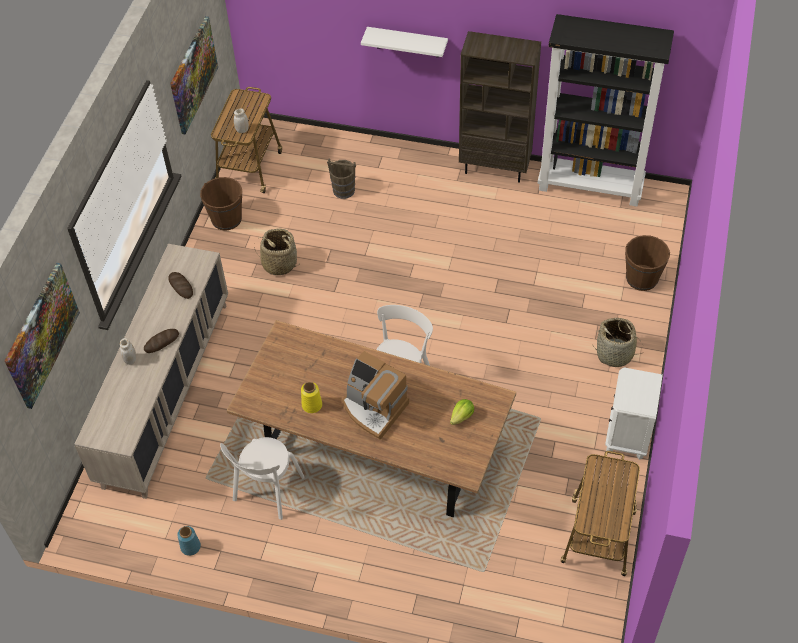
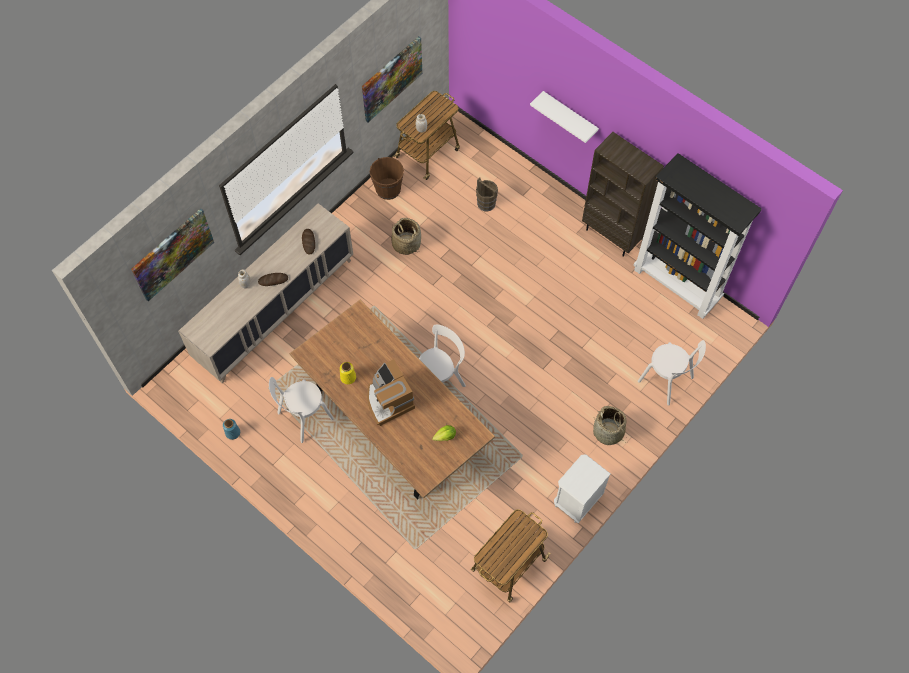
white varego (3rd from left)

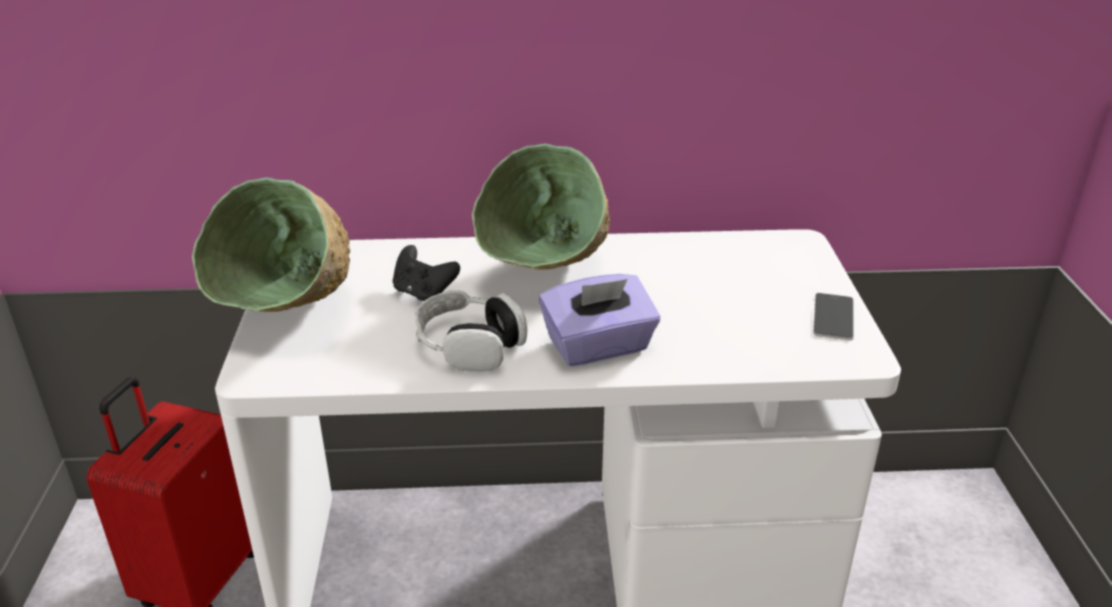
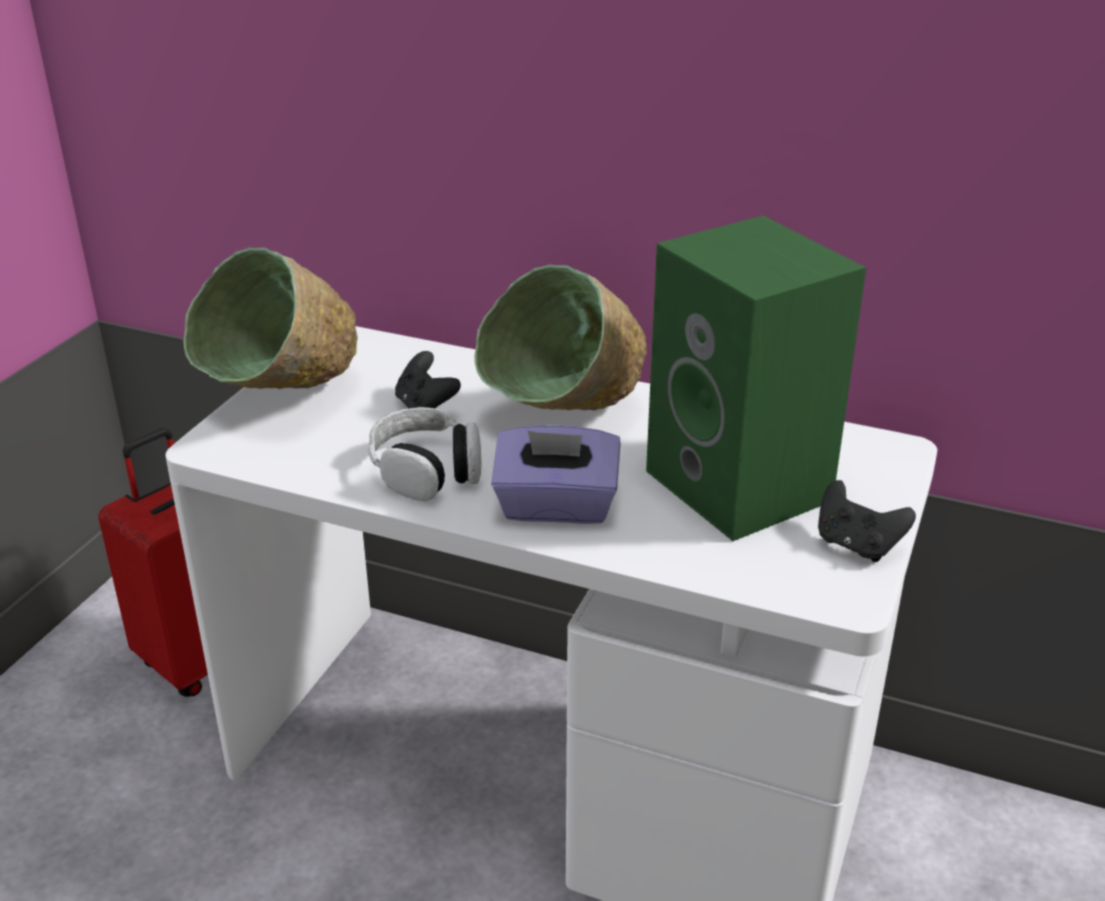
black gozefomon (2nd from left); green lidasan

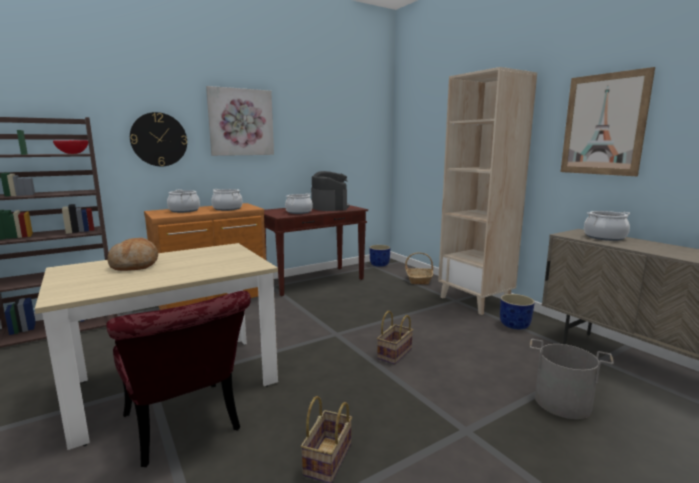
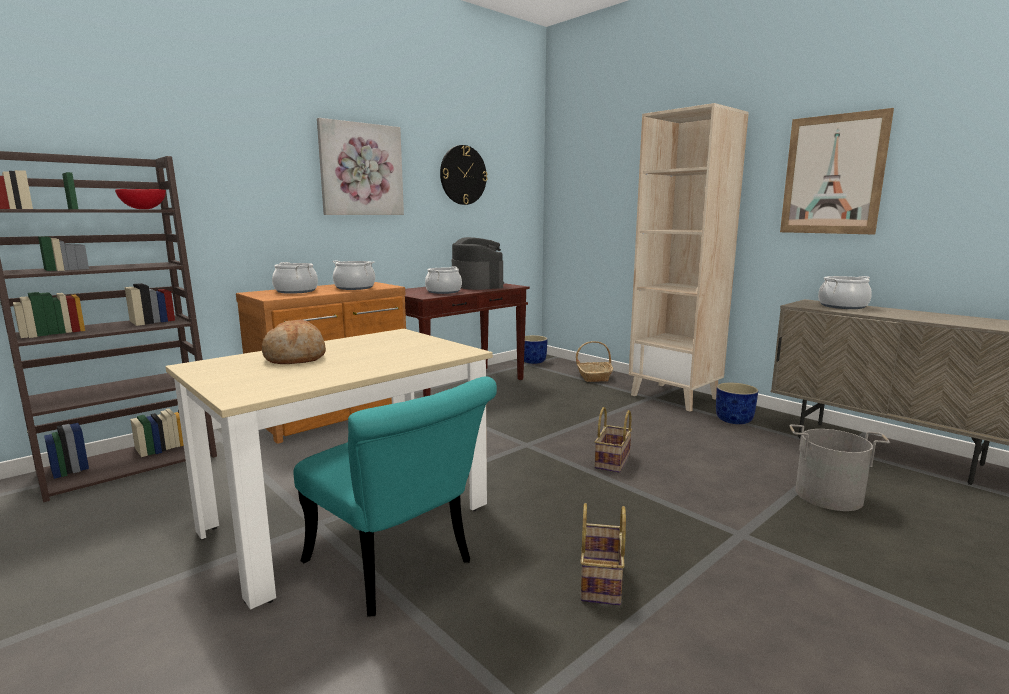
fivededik; turquoise varego

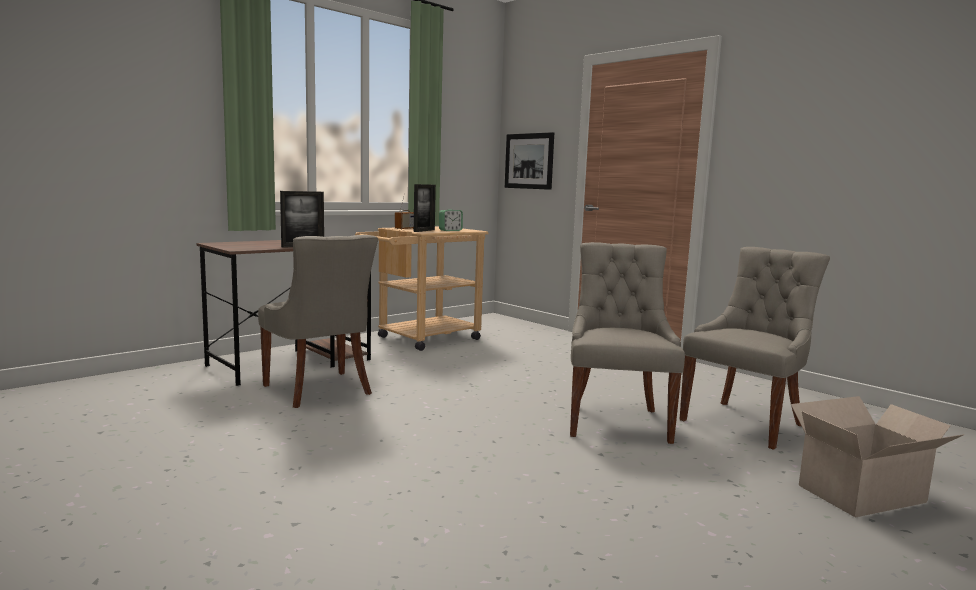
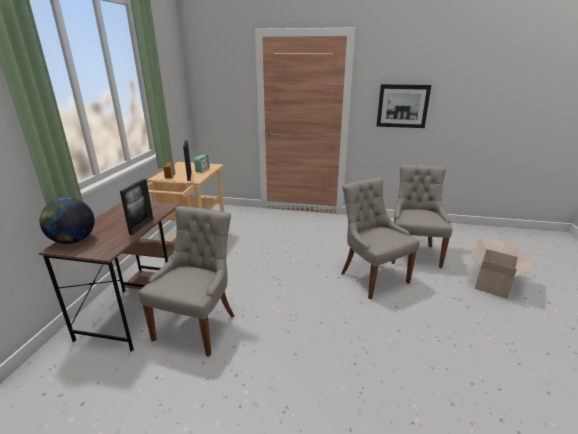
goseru; grey varego (1st from left); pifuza

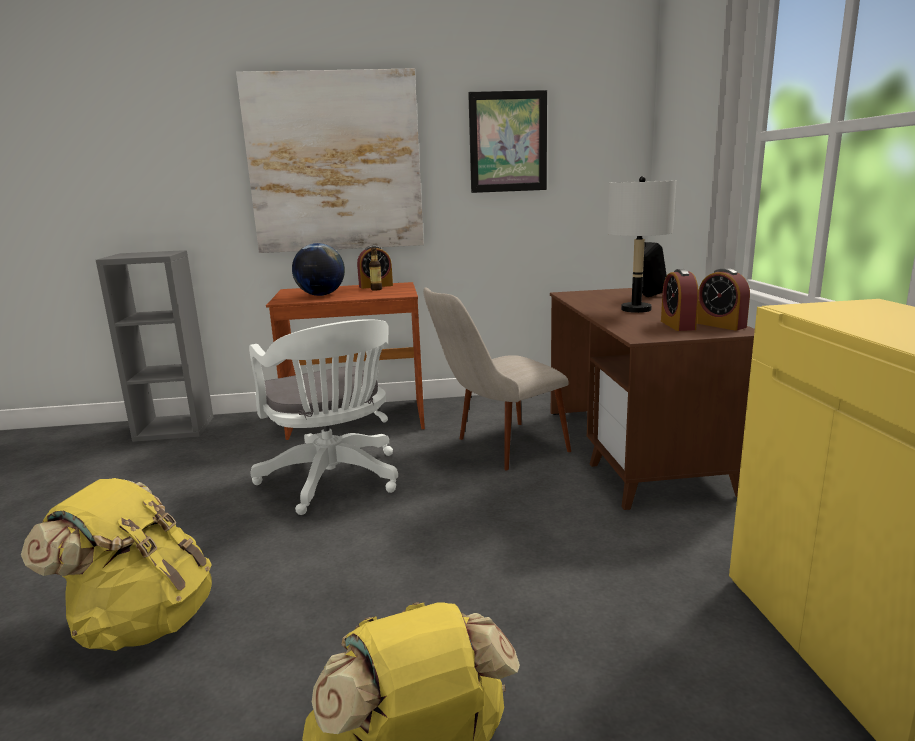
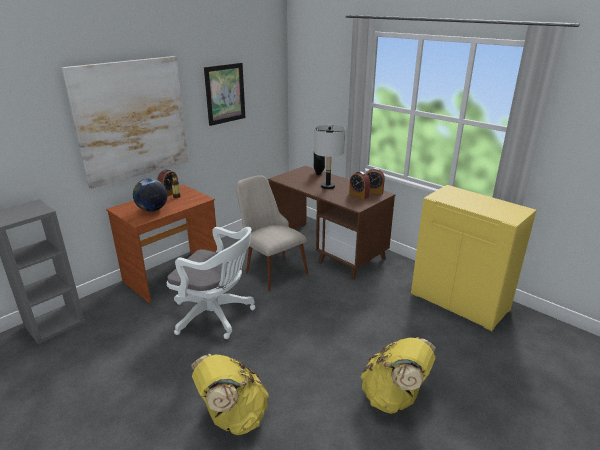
beige varego

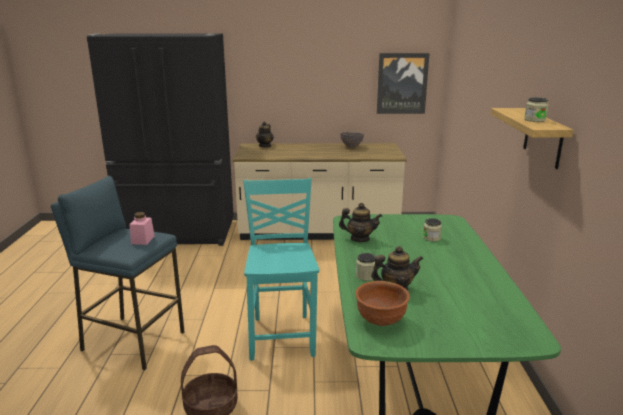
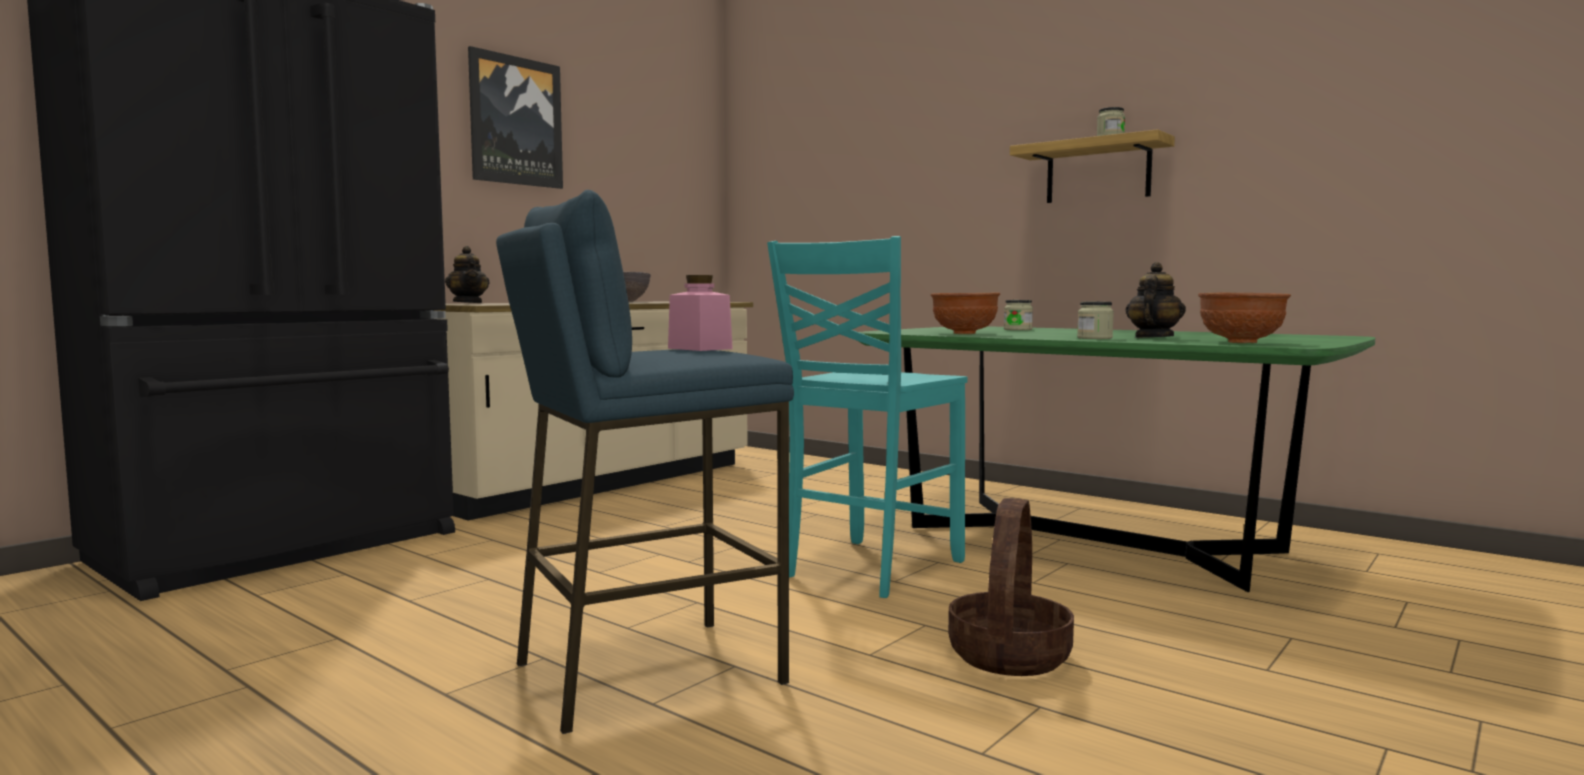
goseru; turquoise varego; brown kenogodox (2nd from left)

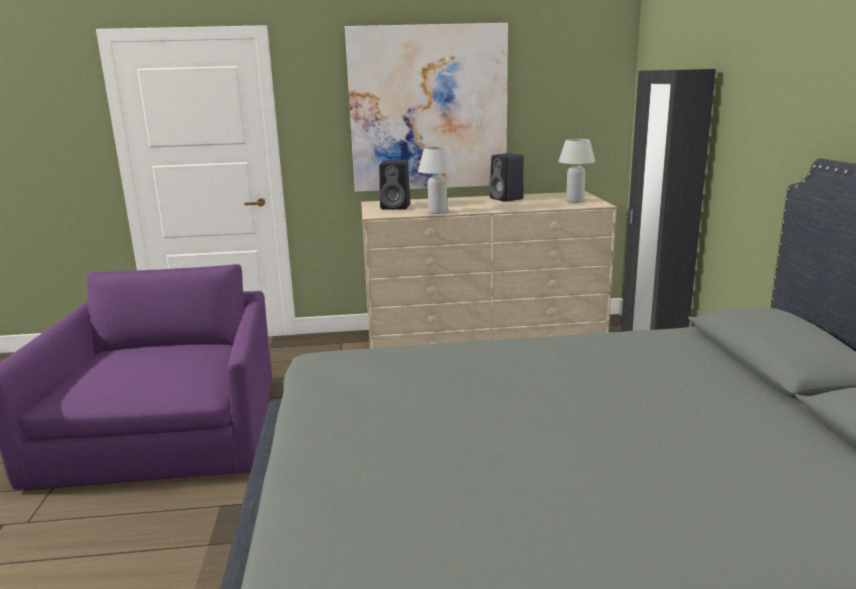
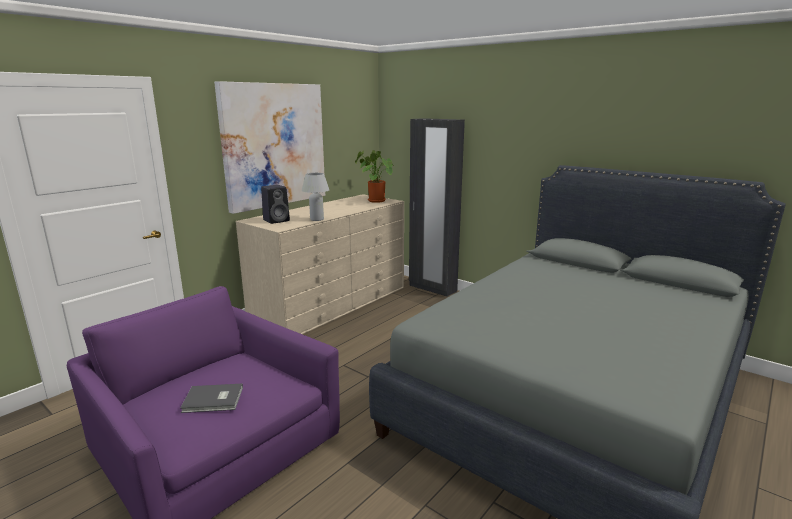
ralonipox; black lidasan (2nd from left in the first image); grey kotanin

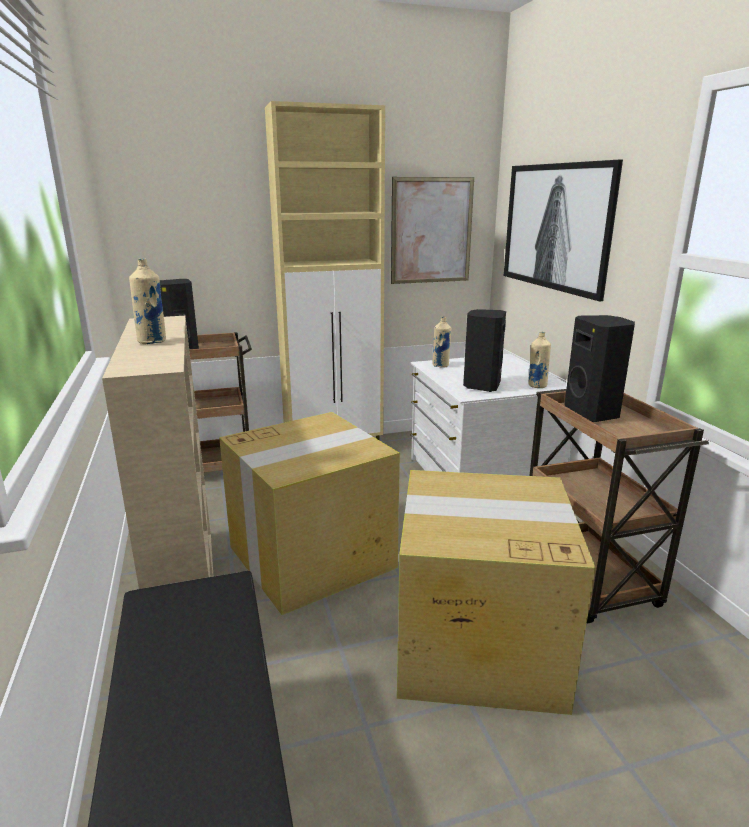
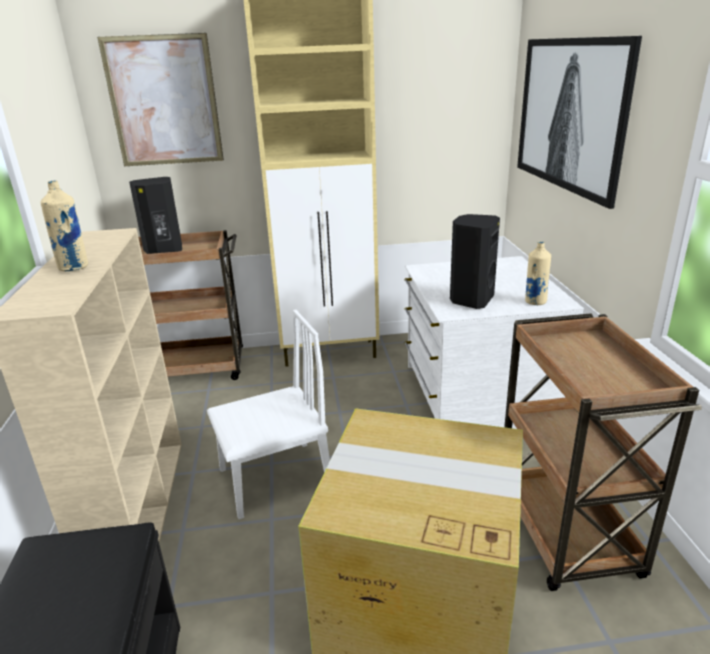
goseru (1st from left); black lidasan (3rd from left in the first image); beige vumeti (2nd from left in the first image); white varego

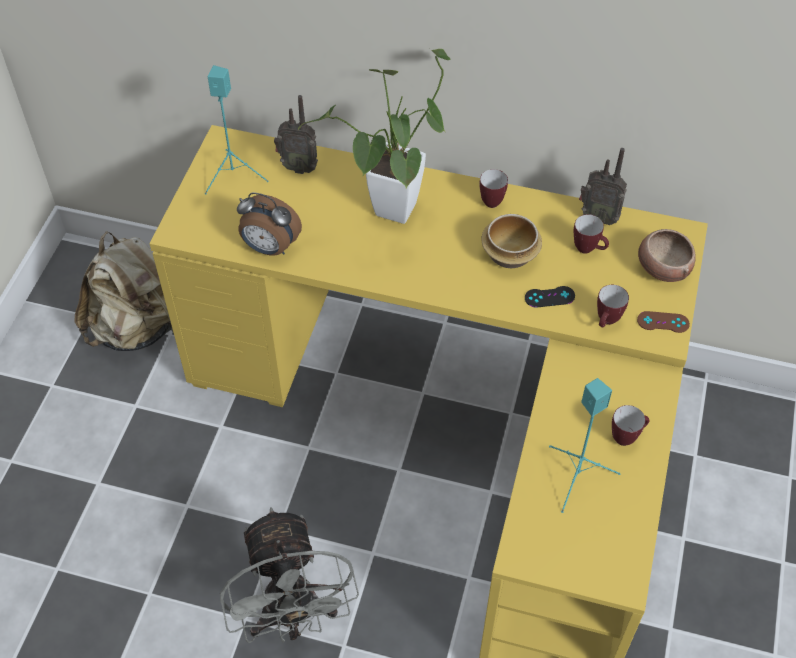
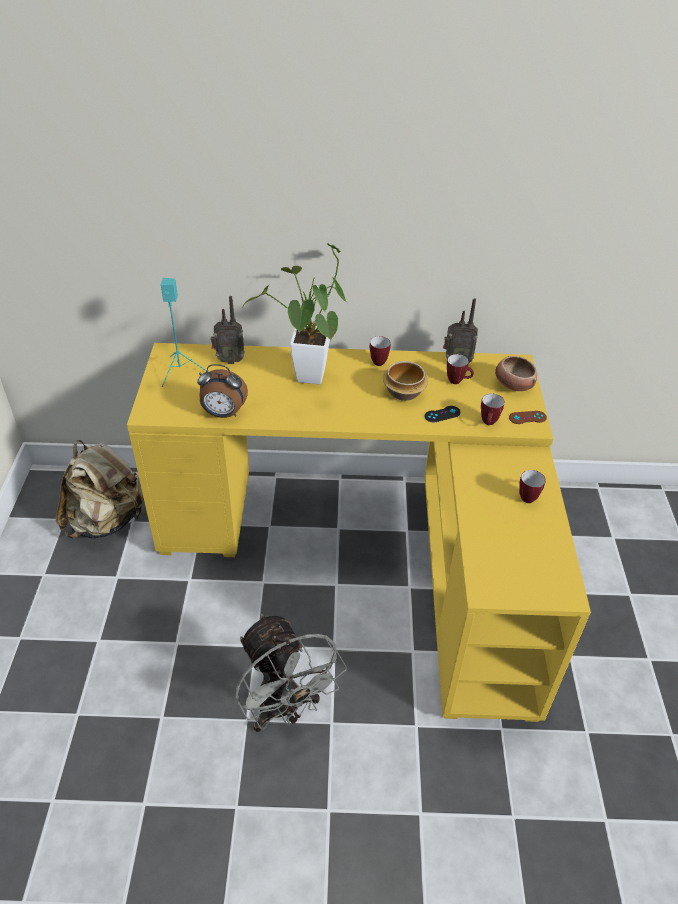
turquoise lidasan (2nd from left in the first image)

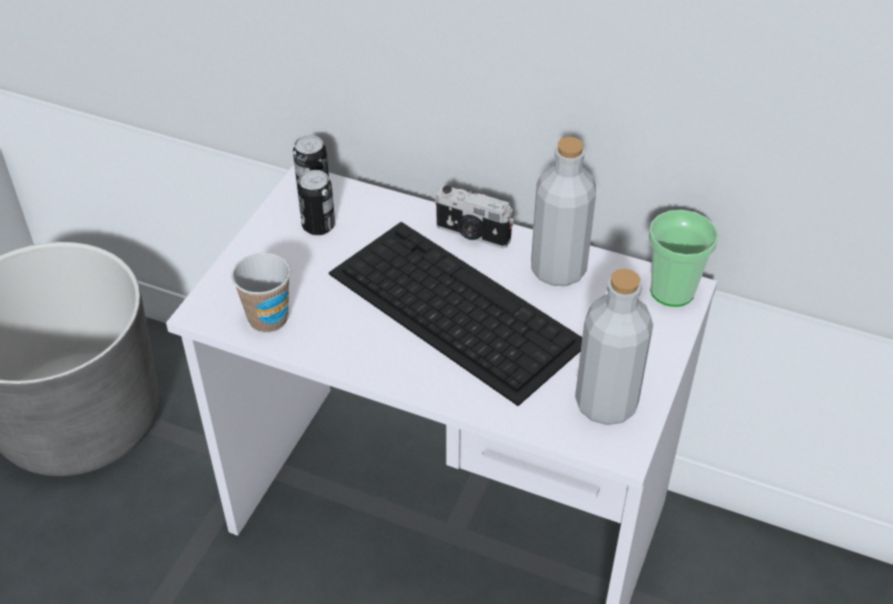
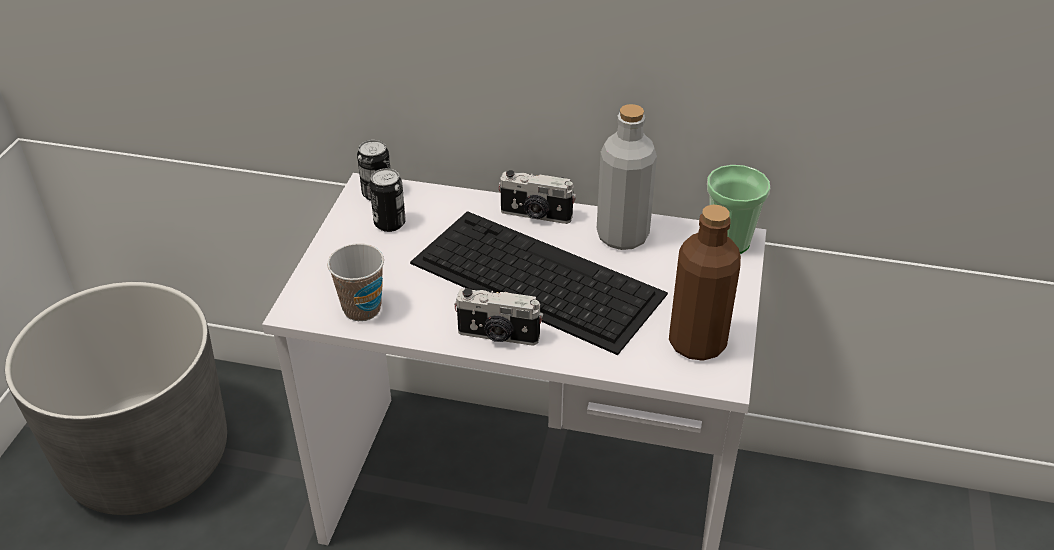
brown vumeti; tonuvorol (1st from left)

